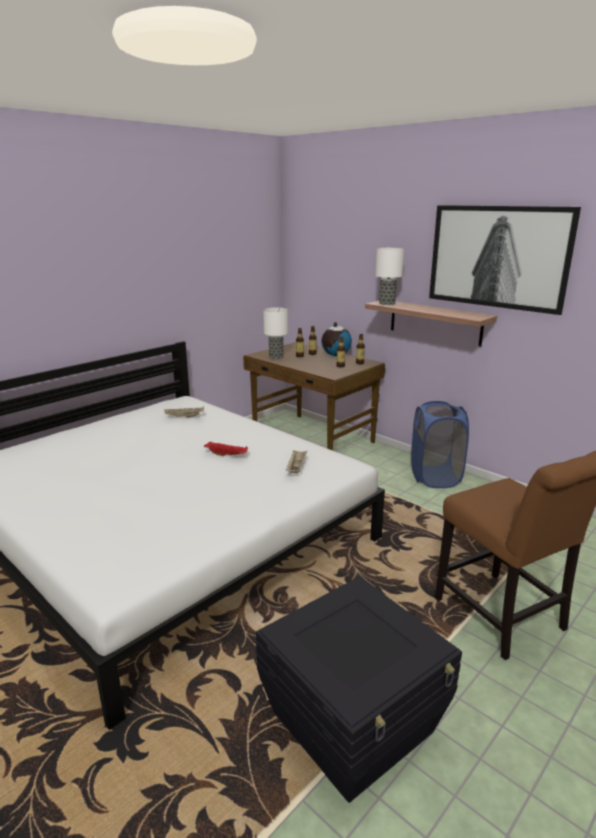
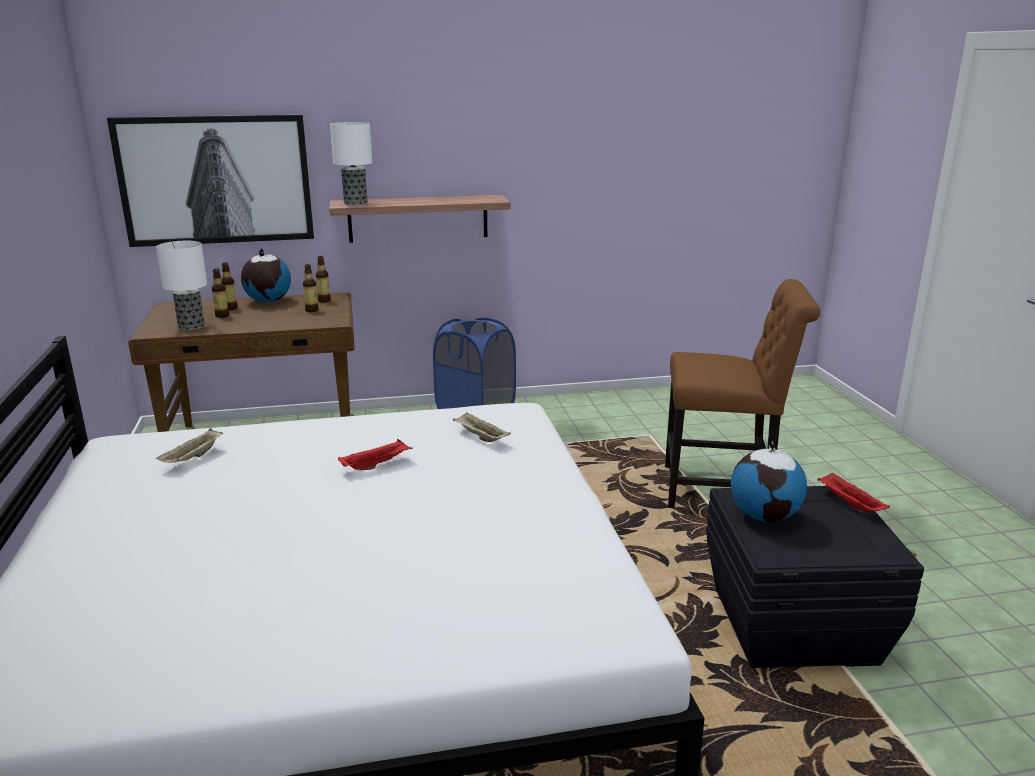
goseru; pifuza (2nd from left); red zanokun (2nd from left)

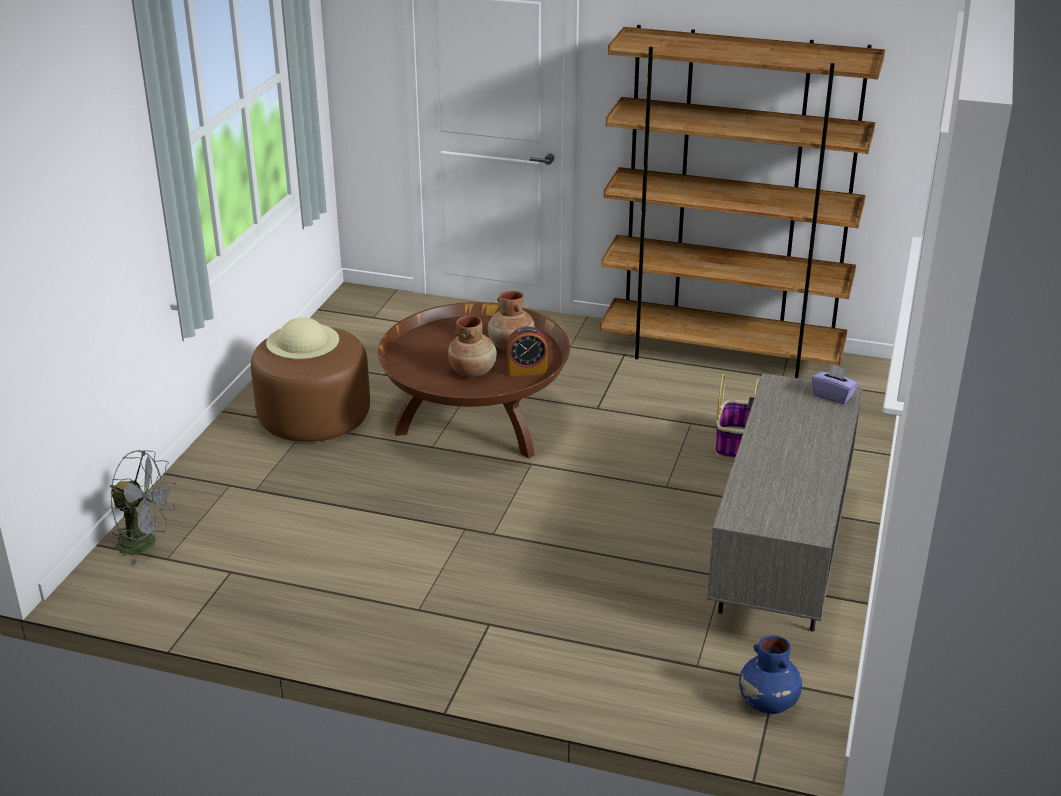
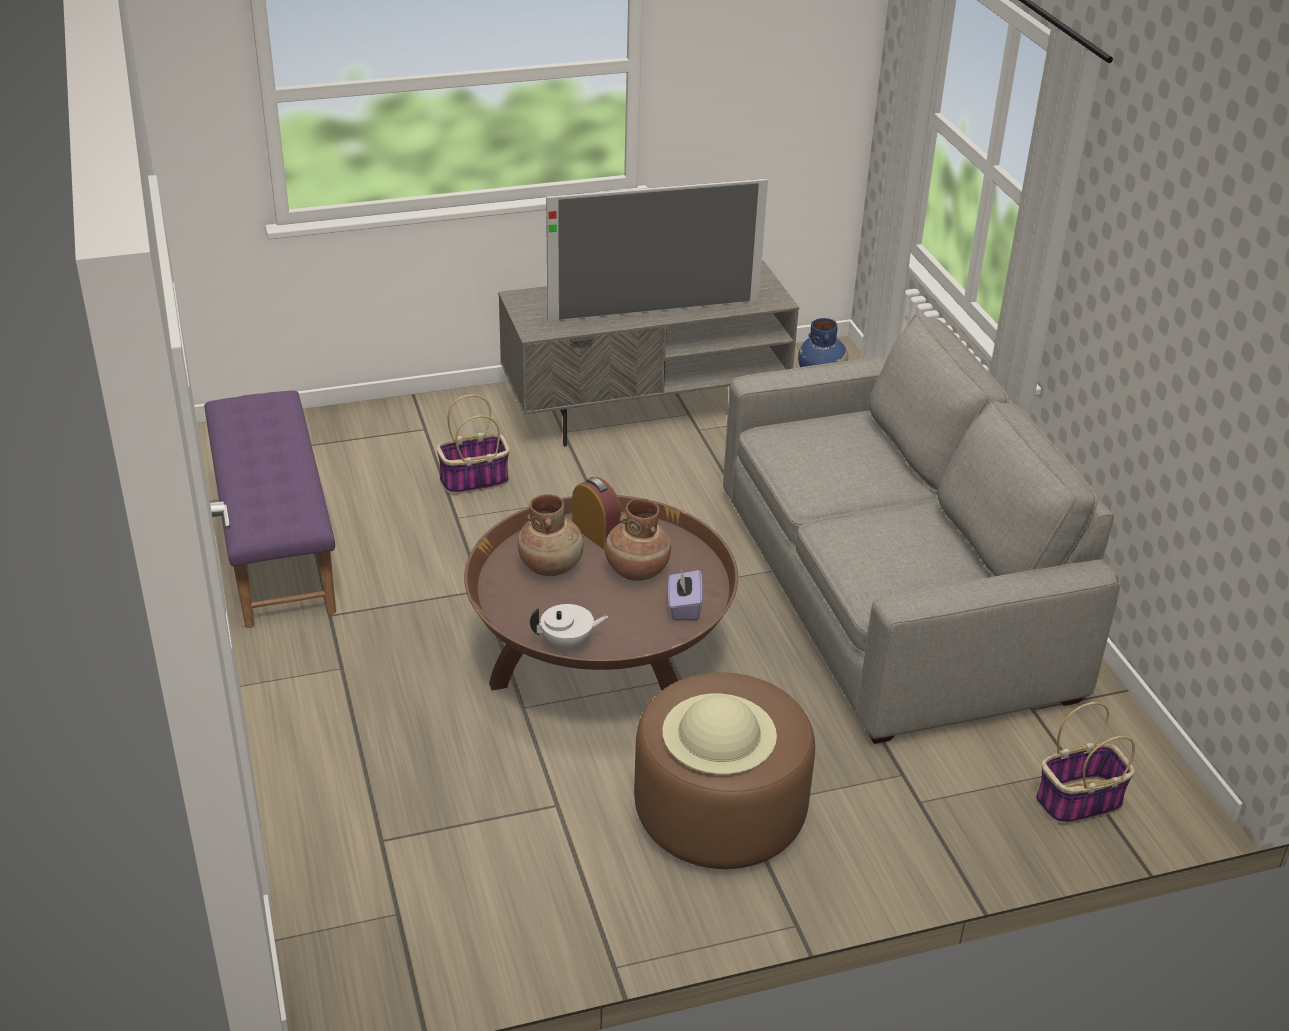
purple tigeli; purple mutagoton; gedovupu (2nd from left); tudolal; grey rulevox; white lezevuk

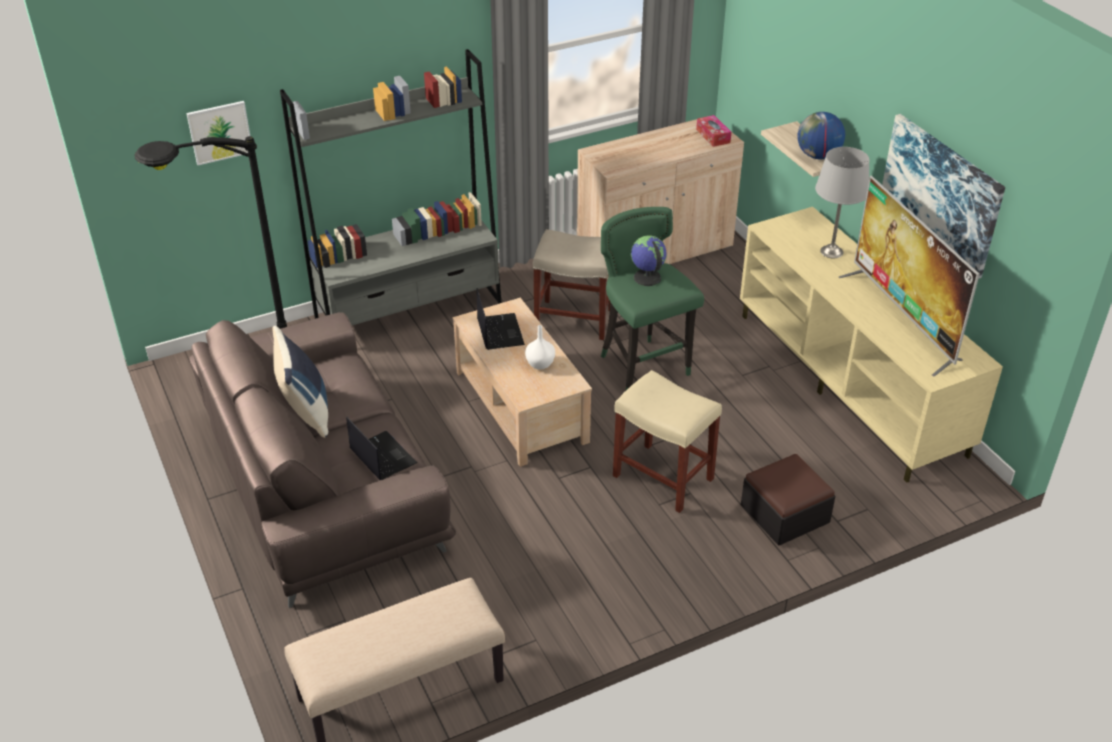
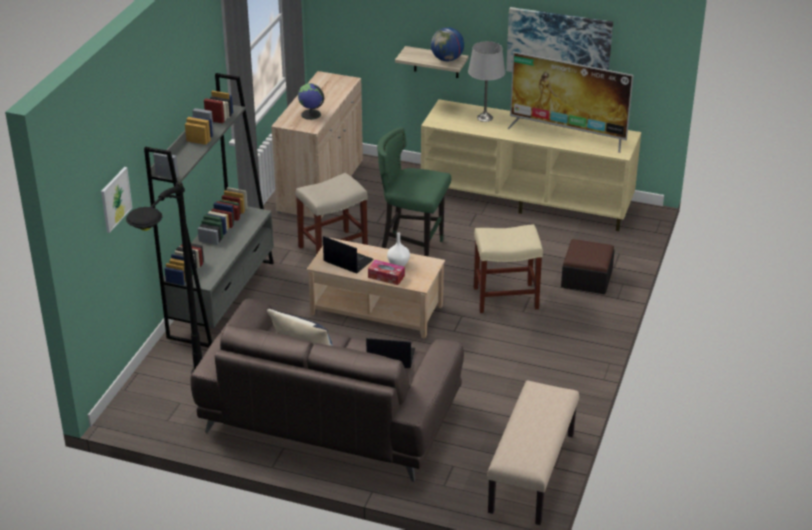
mutagoton; pifuza (1st from left)

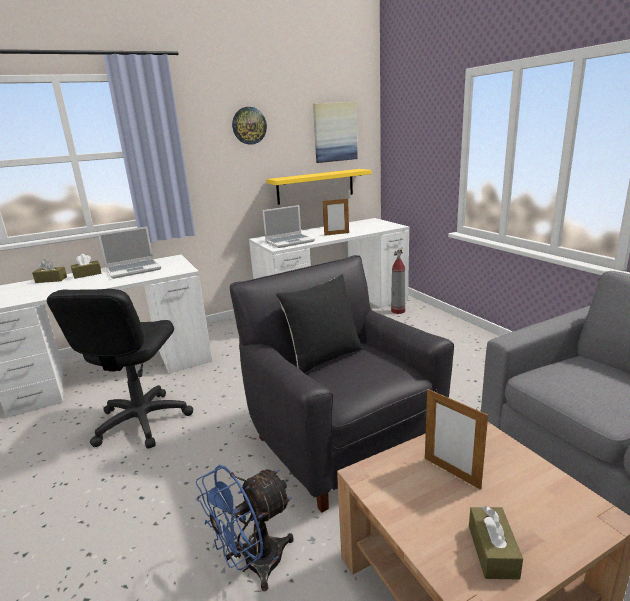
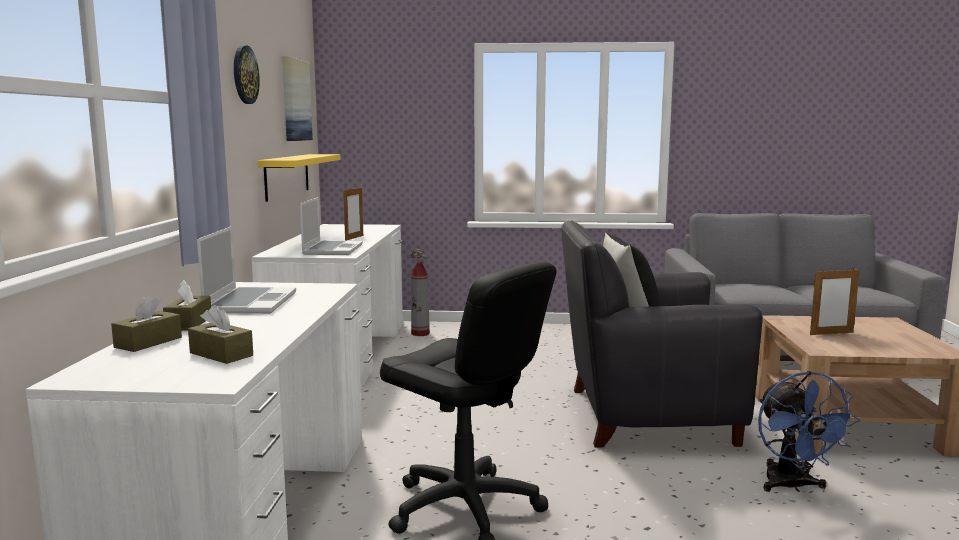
brown mutagoton (3rd from left)

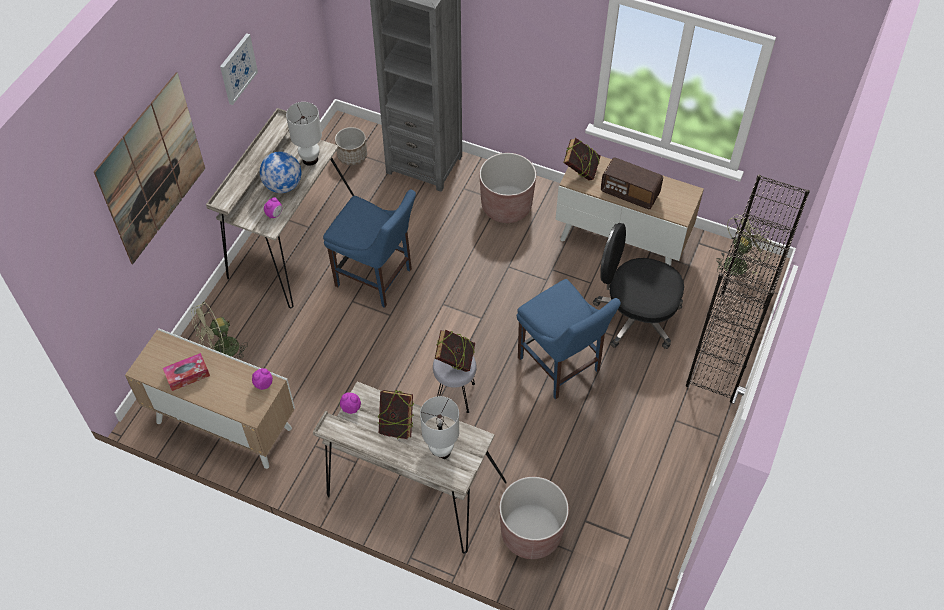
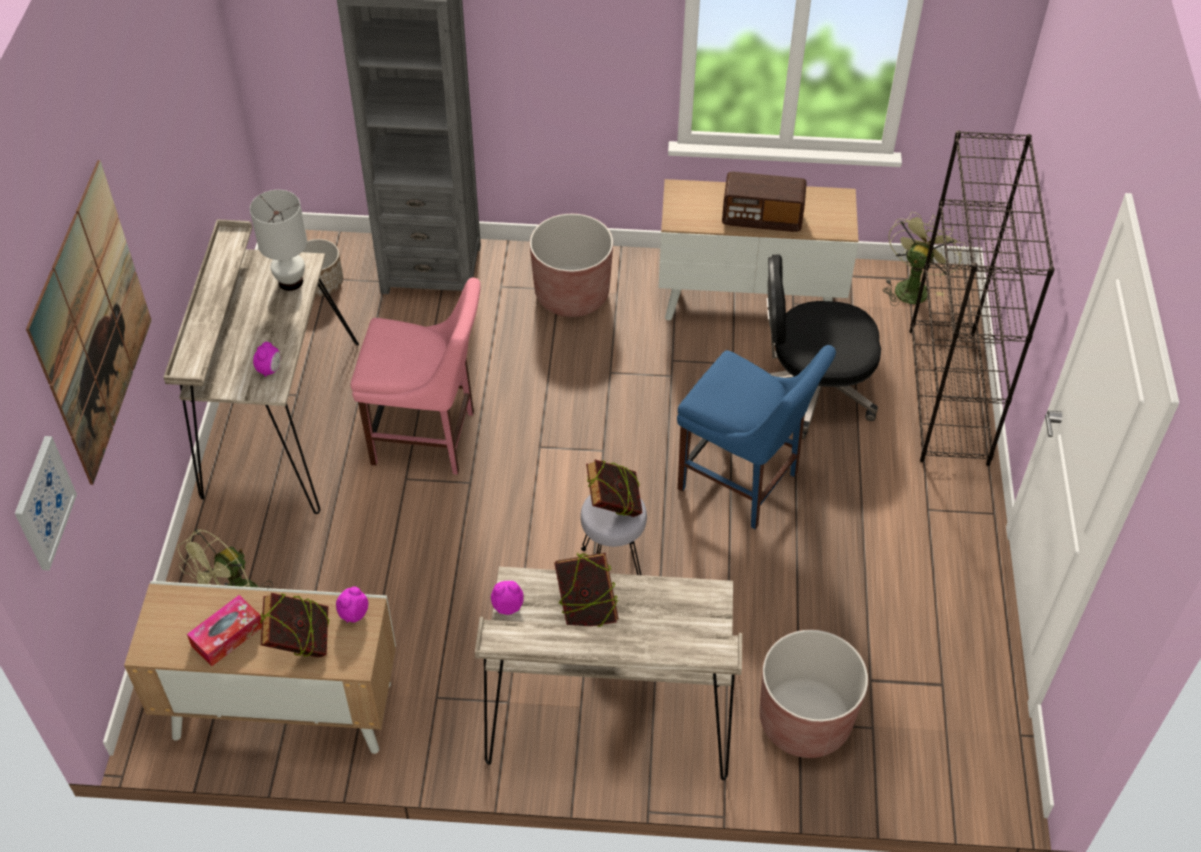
goseru (1st from left); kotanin (1st from left); pifuza; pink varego; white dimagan (2nd from left in the first image)

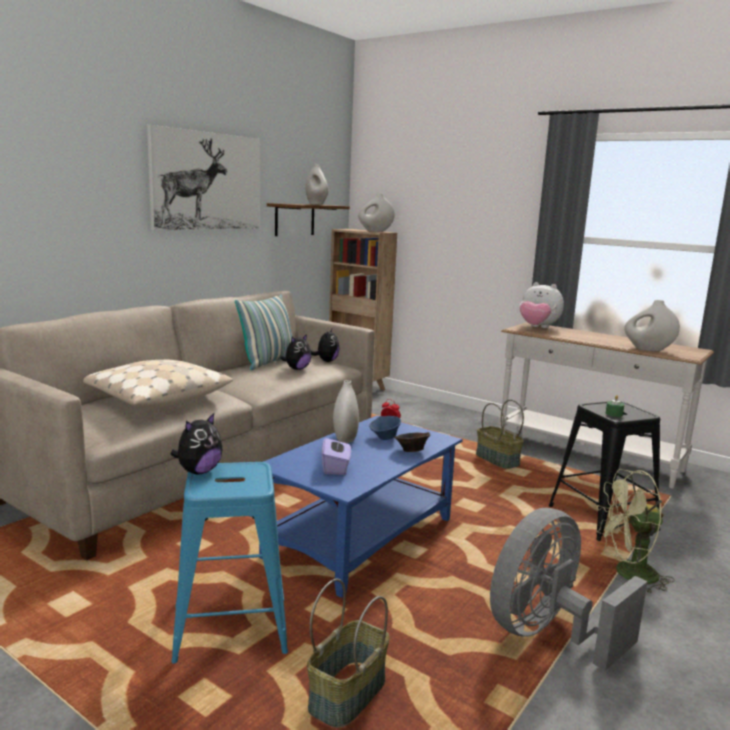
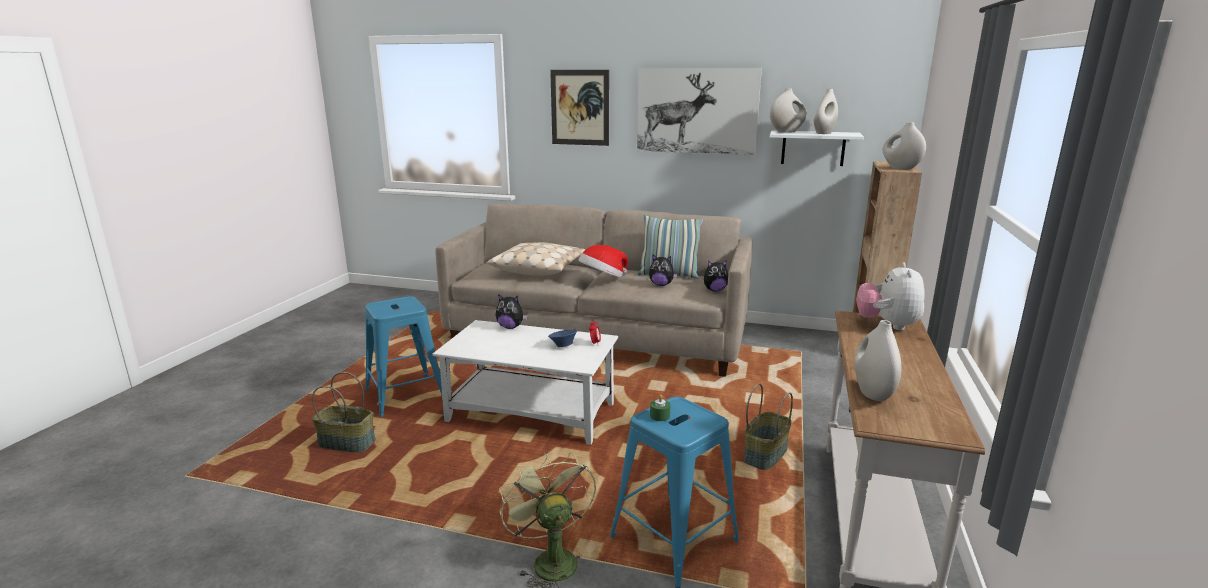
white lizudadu; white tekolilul (1st from left); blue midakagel (2nd from left); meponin (1st from left); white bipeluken; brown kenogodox; purple mutagoton; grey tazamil; goseru (1st from left); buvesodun

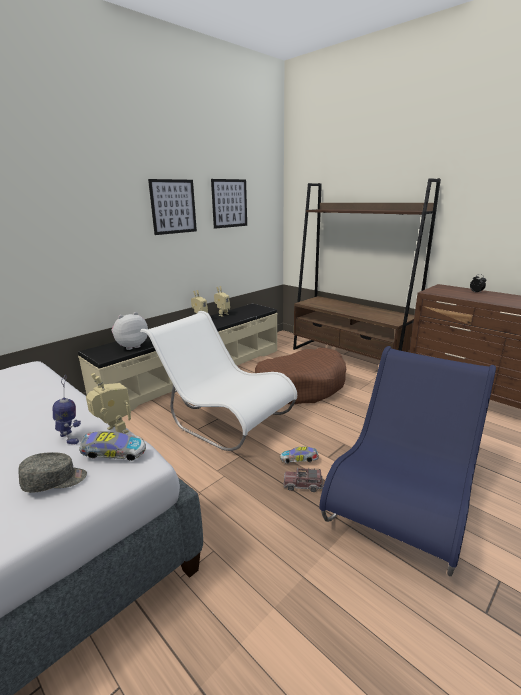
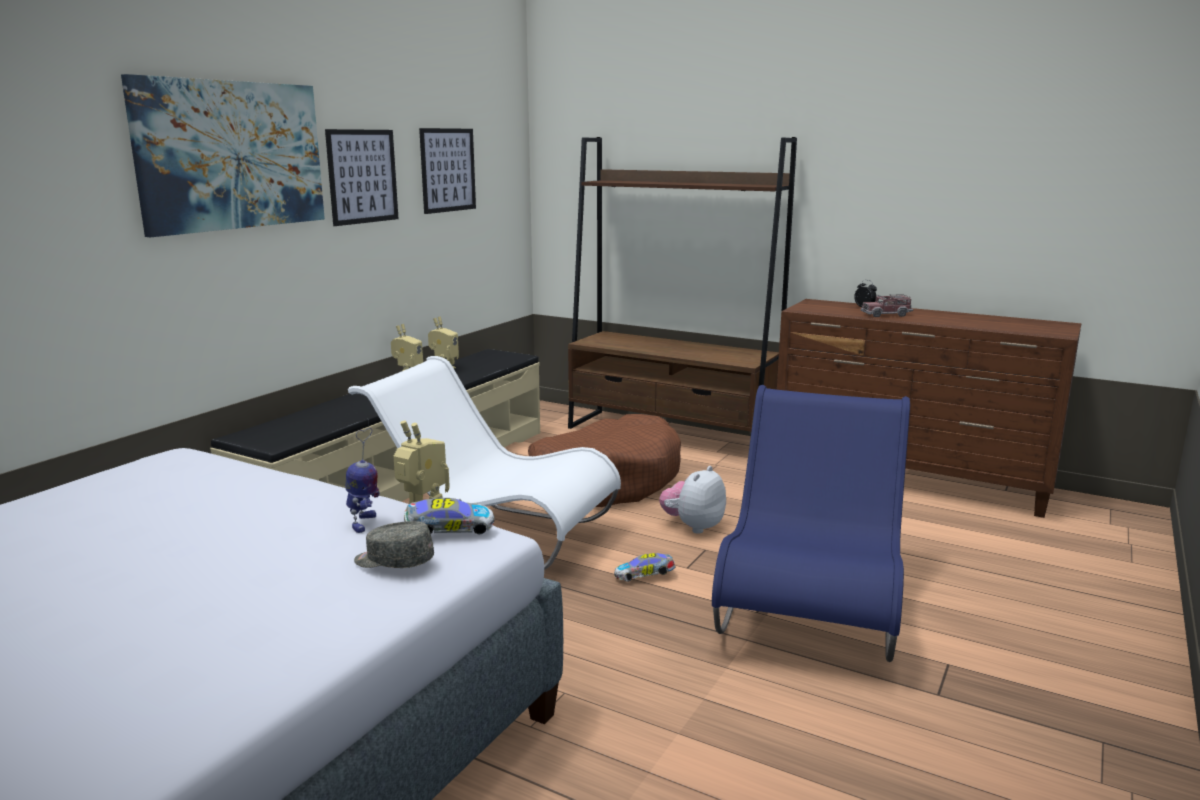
meponin; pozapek (1st from left); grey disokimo; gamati; goseru (1st from left)

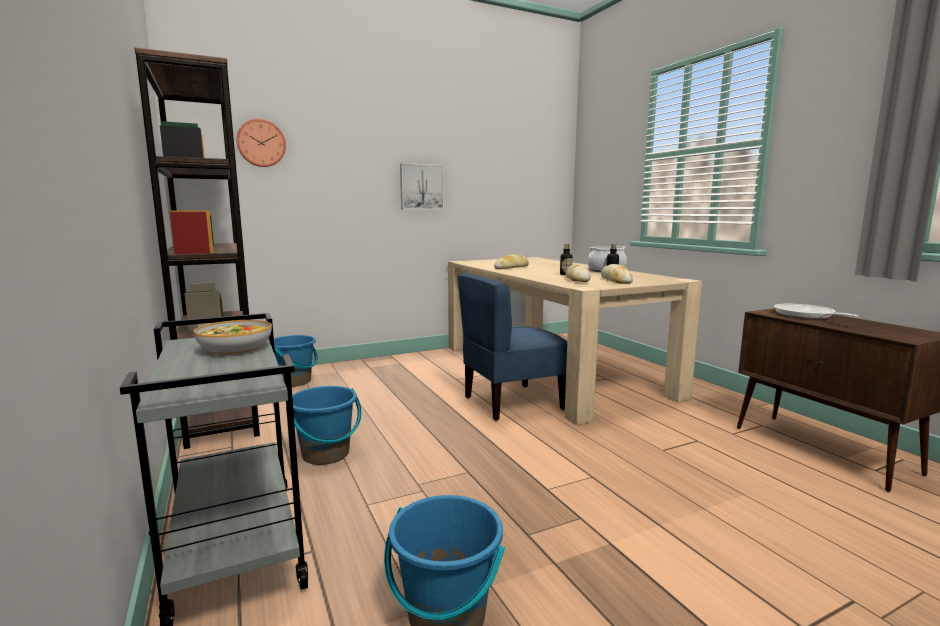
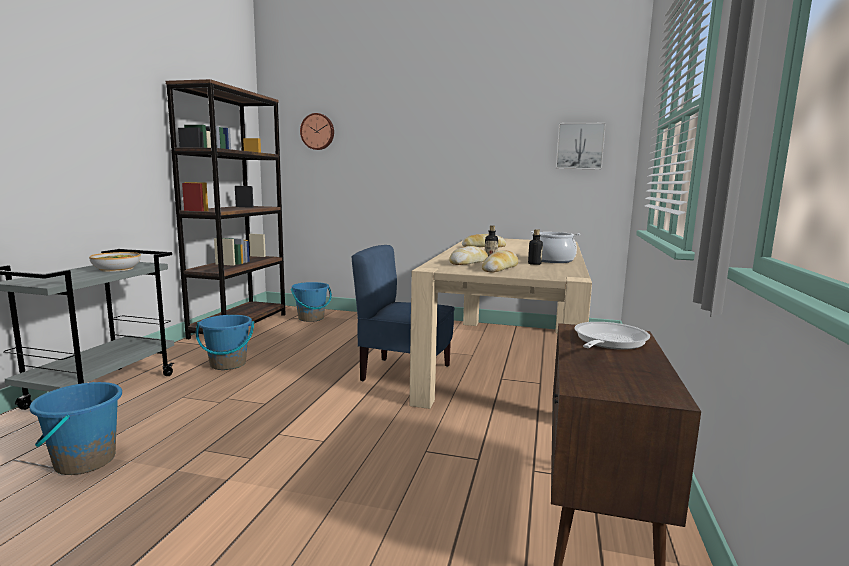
goseru

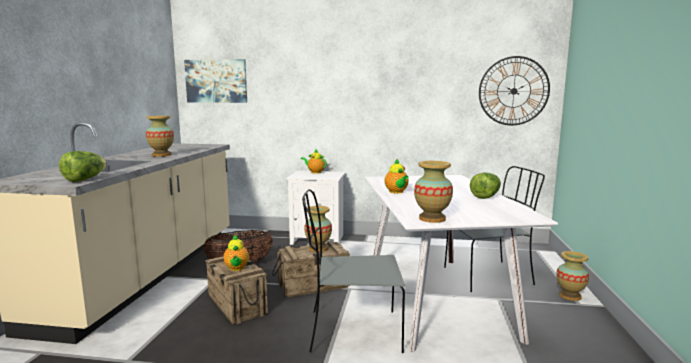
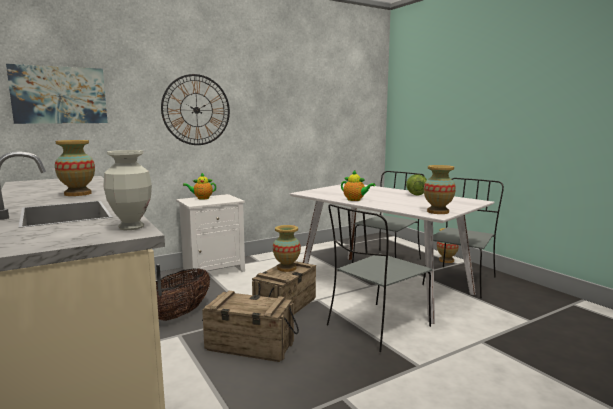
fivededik; tekolilul (2nd from left); lezevuk (1st from left in the first image); grey varego (3rd from left)

